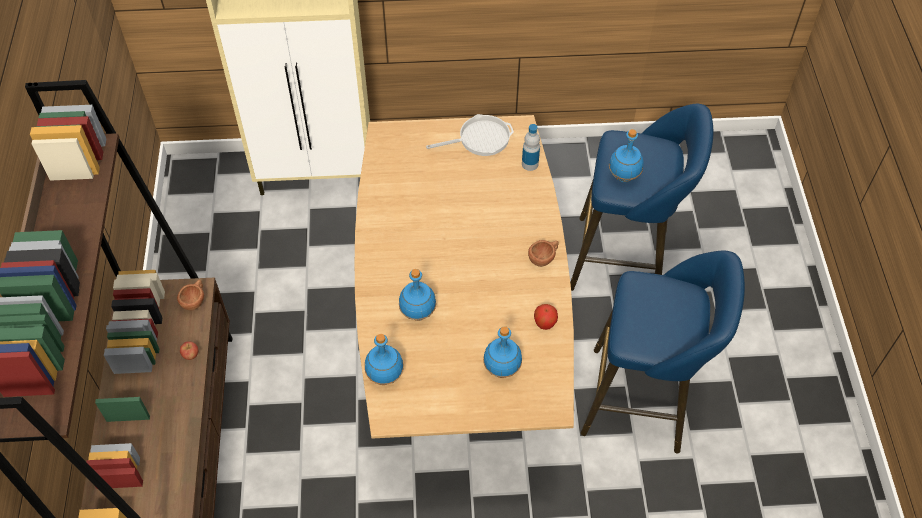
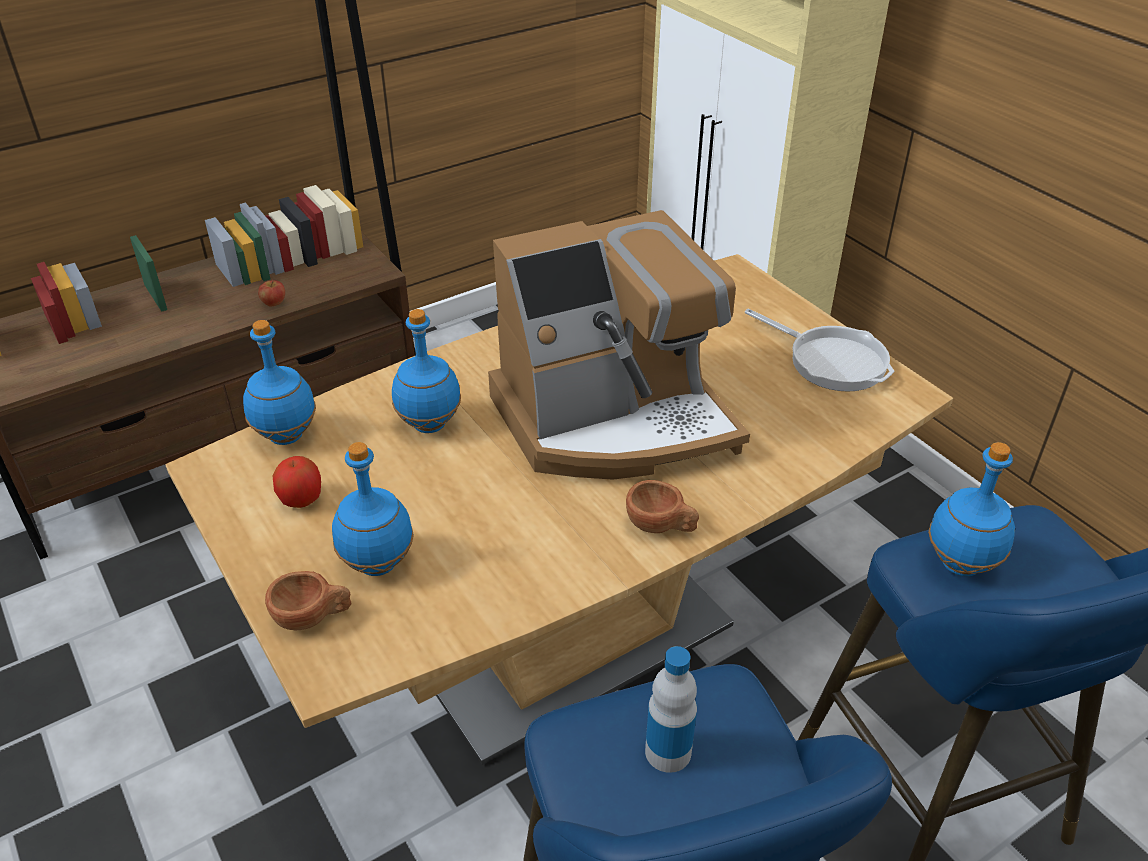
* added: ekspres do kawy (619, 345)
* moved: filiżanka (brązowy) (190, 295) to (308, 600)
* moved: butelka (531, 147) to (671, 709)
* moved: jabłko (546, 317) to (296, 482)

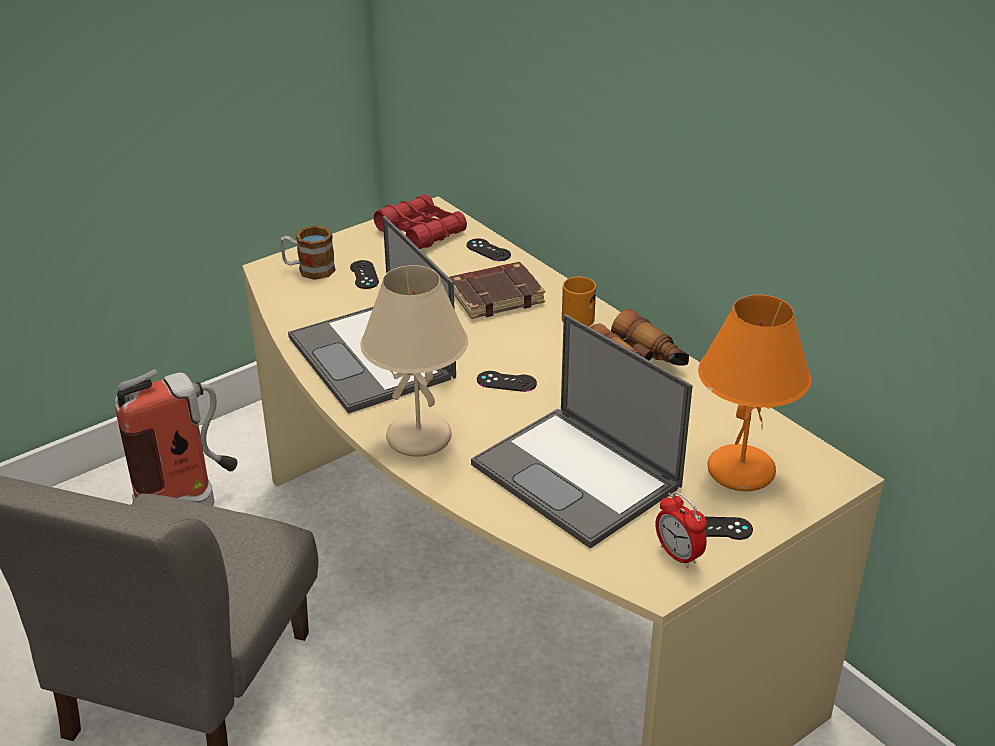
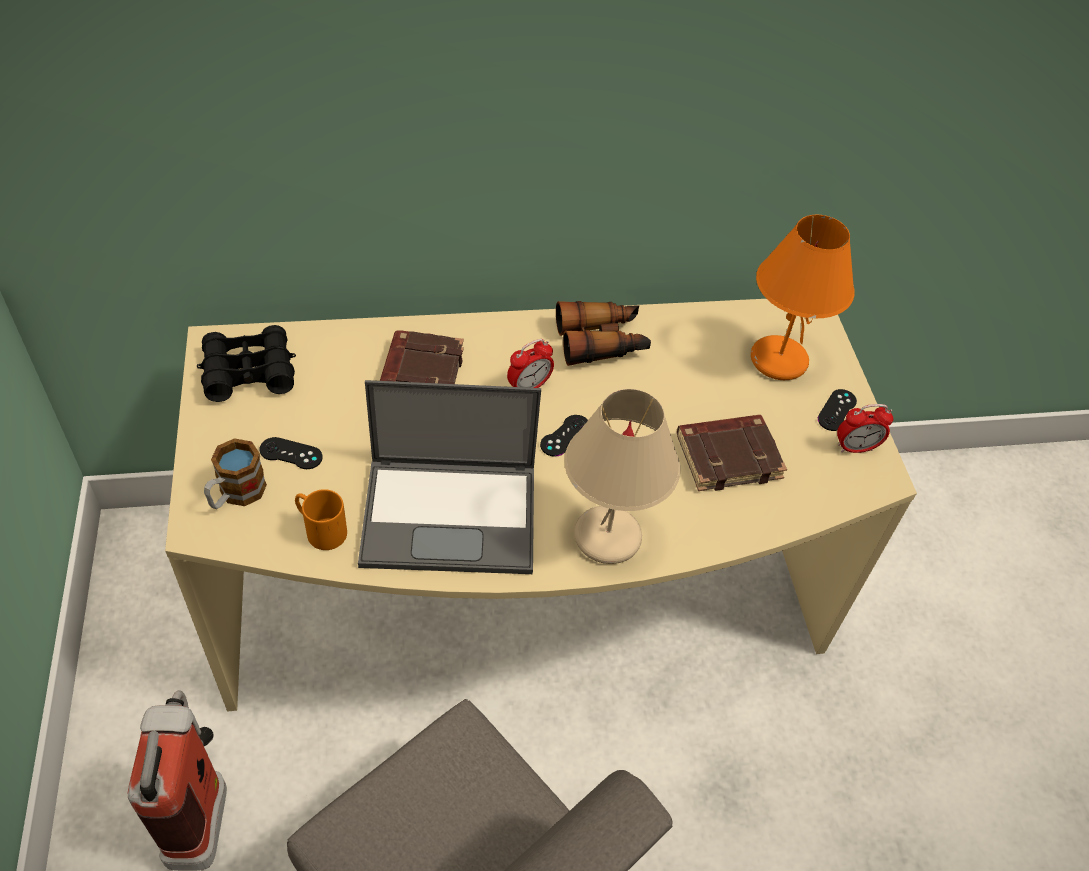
* removed: pad do gier (czarny) (489, 249)
* added: budzik (530, 363)
* moved: kubek (pomarańczowy) (579, 301) to (321, 519)
* replaced: laptop (582, 431) to książka (brązowy) (732, 453)
* recoloured: lornetka (czerwony) (420, 221) to lornetka (czarny) (246, 363)

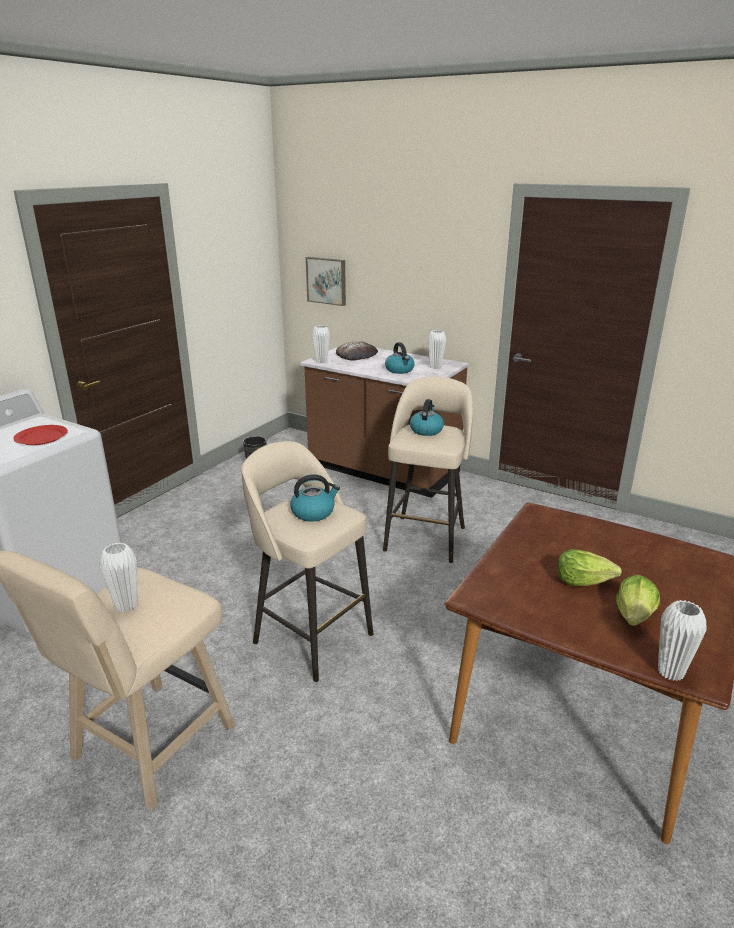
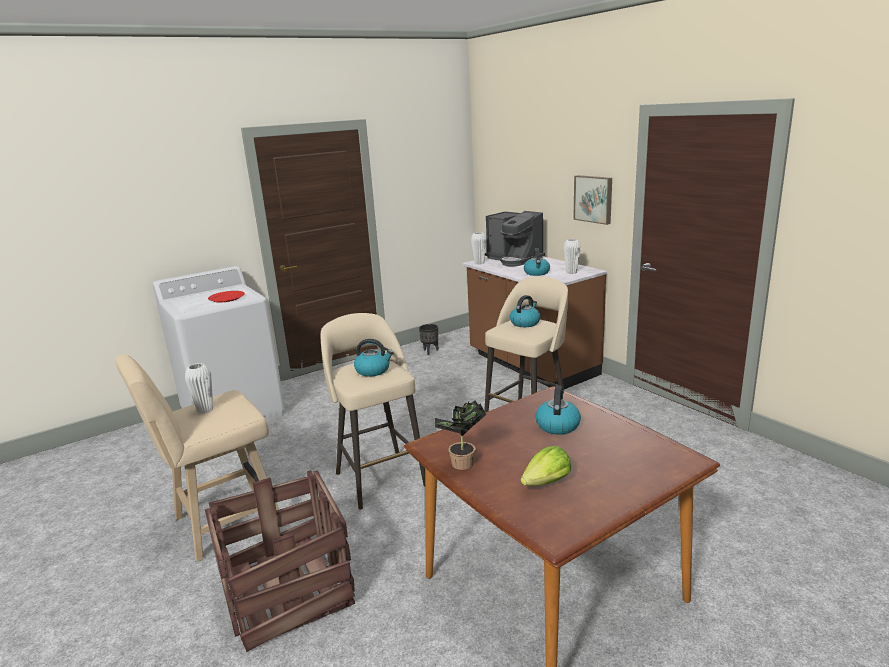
* removed: sałata (590, 567)
* removed: wazon (biały) (682, 640)
* added: skrzynka (280, 561)
* added: roślina doniczkowa (460, 435)
* added: czajnik (558, 410)
* moved: obraz (326, 281) to (592, 200)
* replaced: chleb (357, 351) to ekspres do kawy (515, 238)

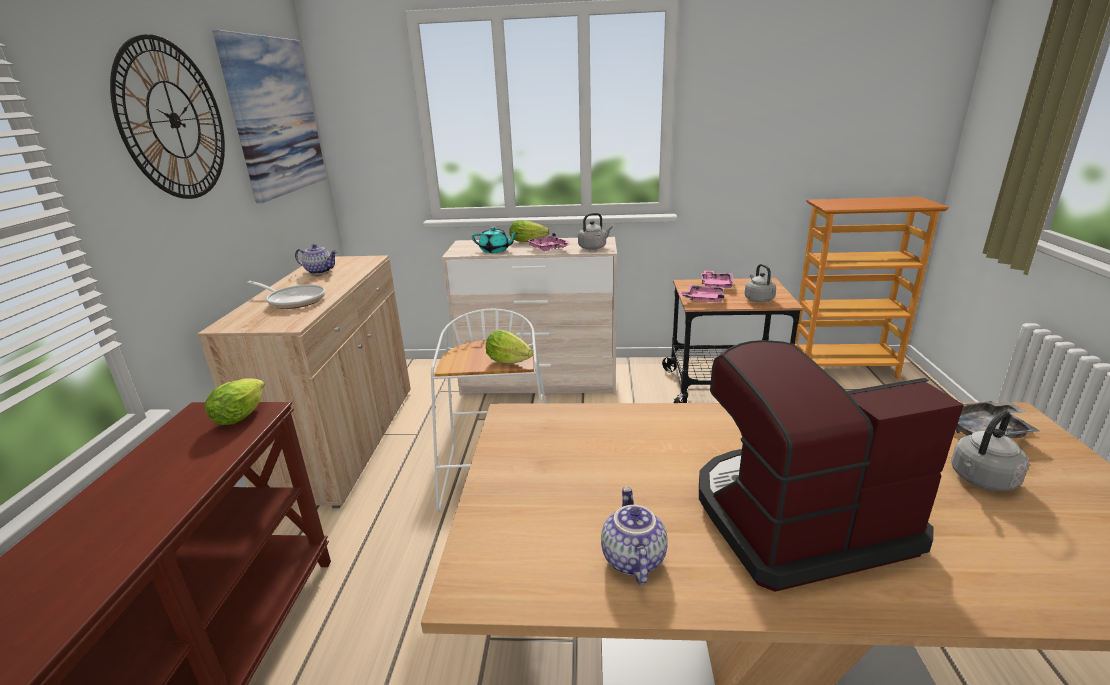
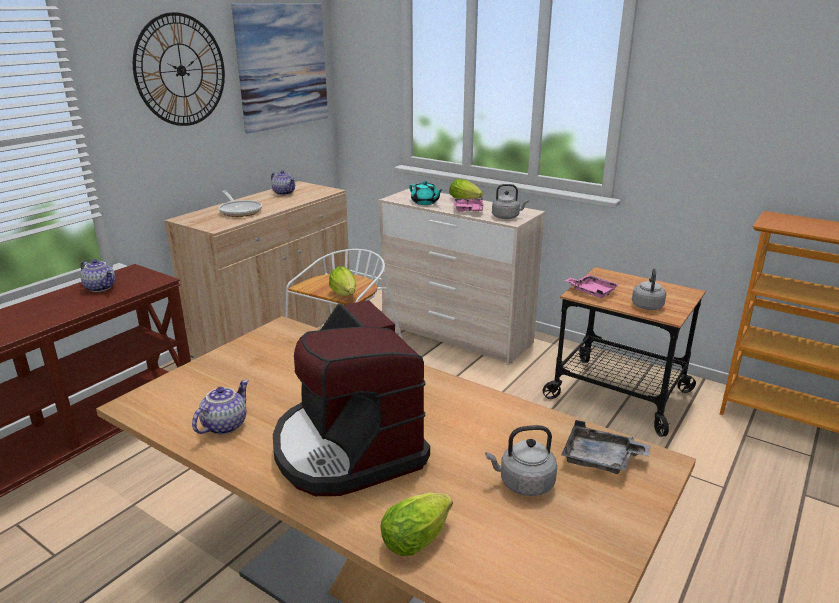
* removed: taca (różowy) (718, 279)
* added: imbryk (98, 275)
* moved: sałata (235, 401) to (416, 524)
* turned: ekspres do kawy (831, 466) = (351, 398) 135 degrees counterclockwise

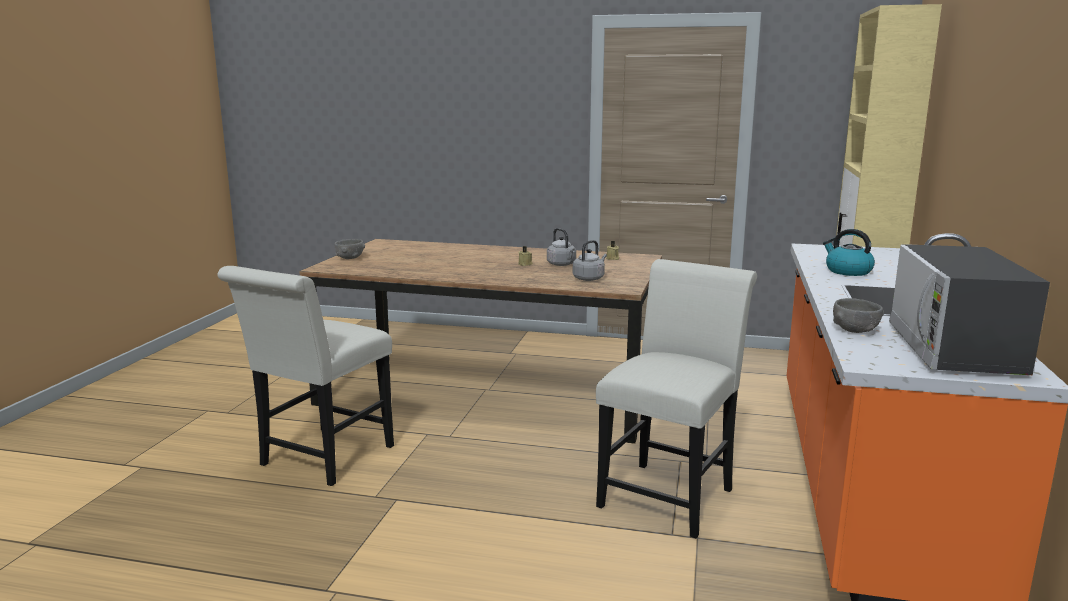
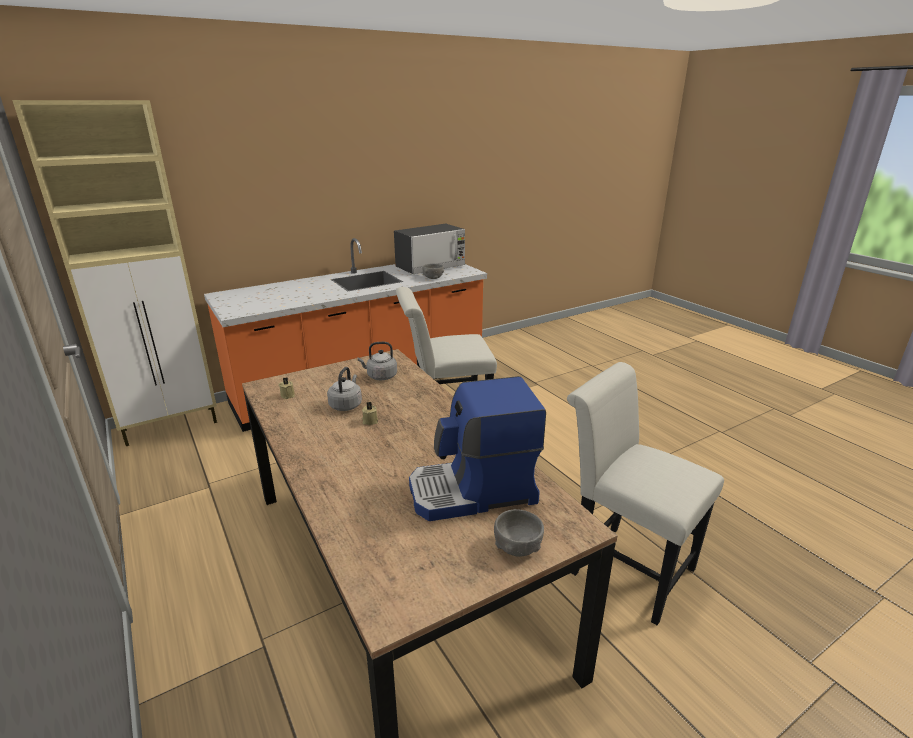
* removed: czajnik (849, 252)
* added: ekspres do kawy (477, 448)
* turned: krzesło (biały) (305, 376) = (645, 493) 120 degrees counterclockwise

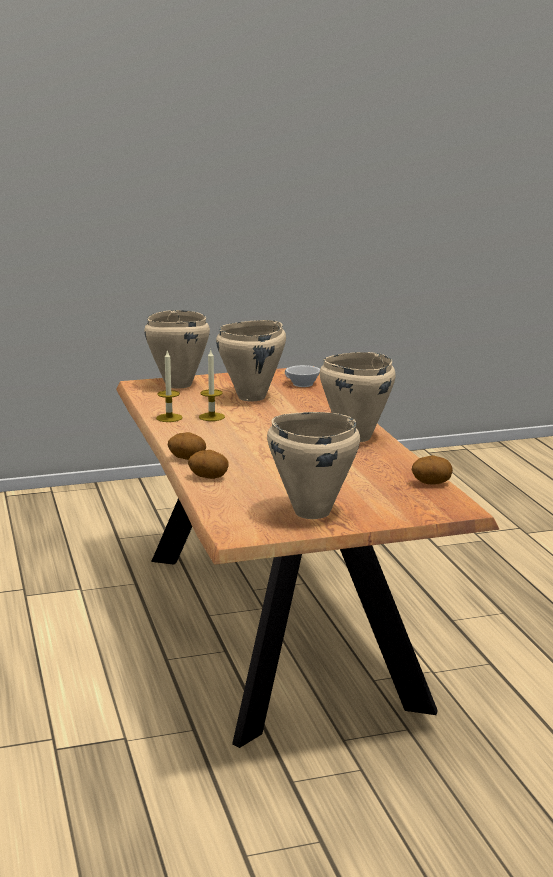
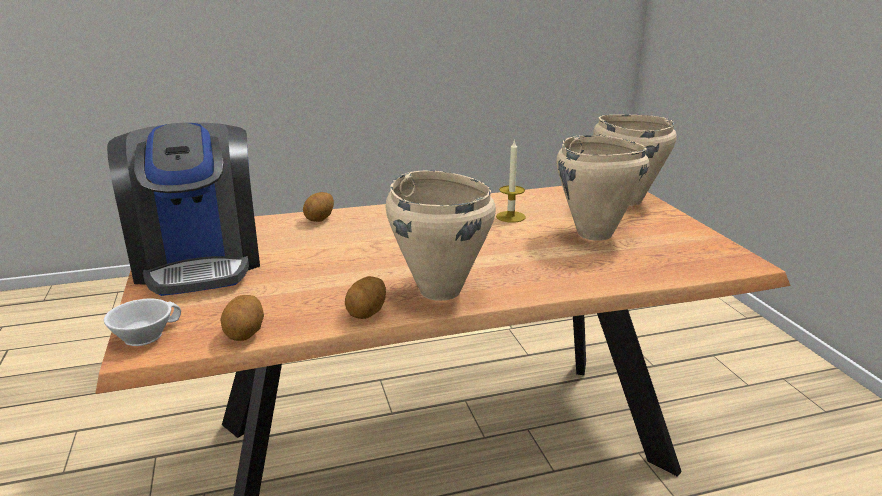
* removed: świeca (169, 386)
* moved: ziemniak (186, 446) to (365, 297)
* moved: filiżanka (biały) (302, 376) to (142, 322)
* replaced: garnek (beżowy) (313, 465) to ekspres do kawy (183, 209)

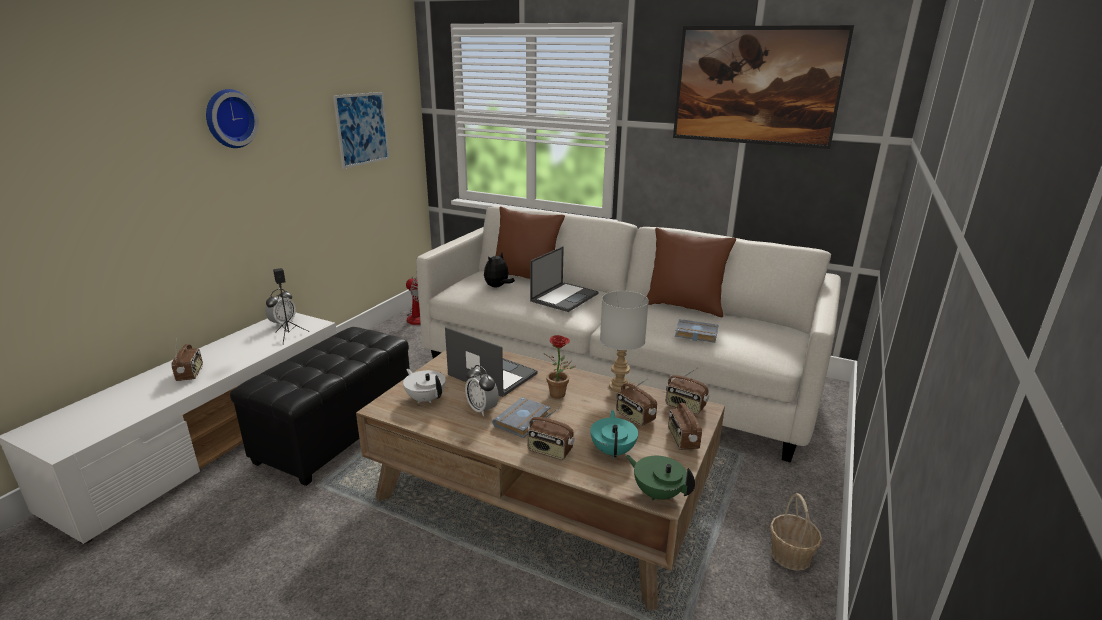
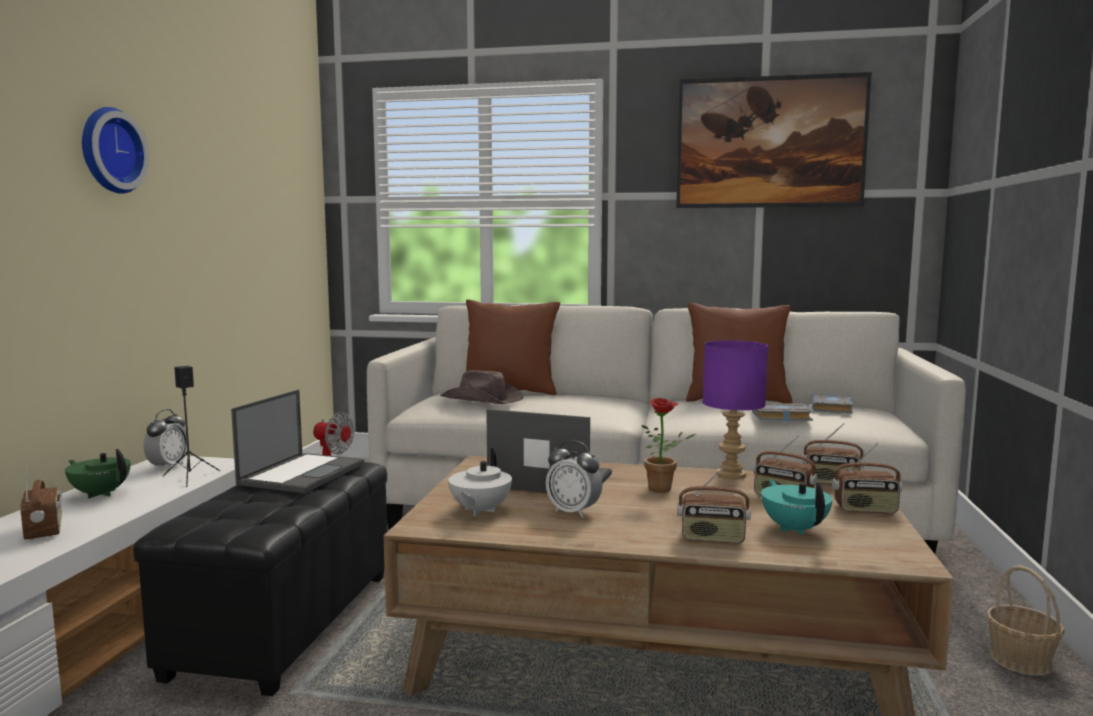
* removed: obraz (361, 130)
* moved: książka (szary) (521, 417) to (831, 403)
* moved: laptop (564, 279) to (297, 441)
* moved: imbryk (zielony) (660, 478) to (98, 473)
* replaced: pluszak (499, 269) to kapelusz (brązowy) (481, 387)
* recoloured: lampa stołowa (szary) (624, 341) to lampa stołowa (fioletowy) (735, 409)
* turned: imbryk (biały) (424, 386) = (480, 482) 105 degrees counterclockwise
* turned: radio (685, 426) = (867, 478) 60 degrees counterclockwise

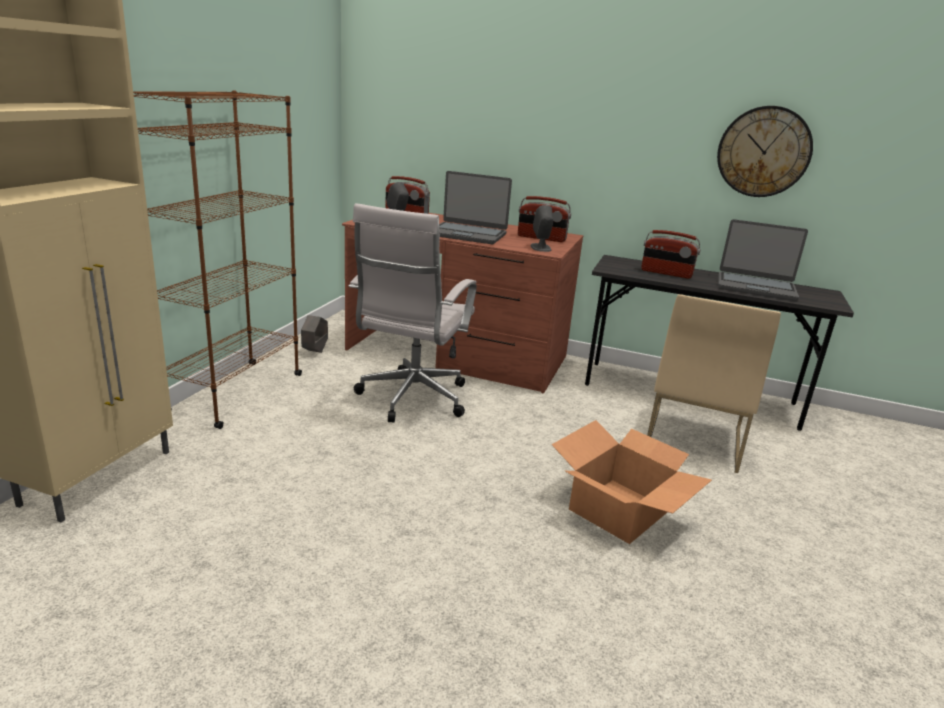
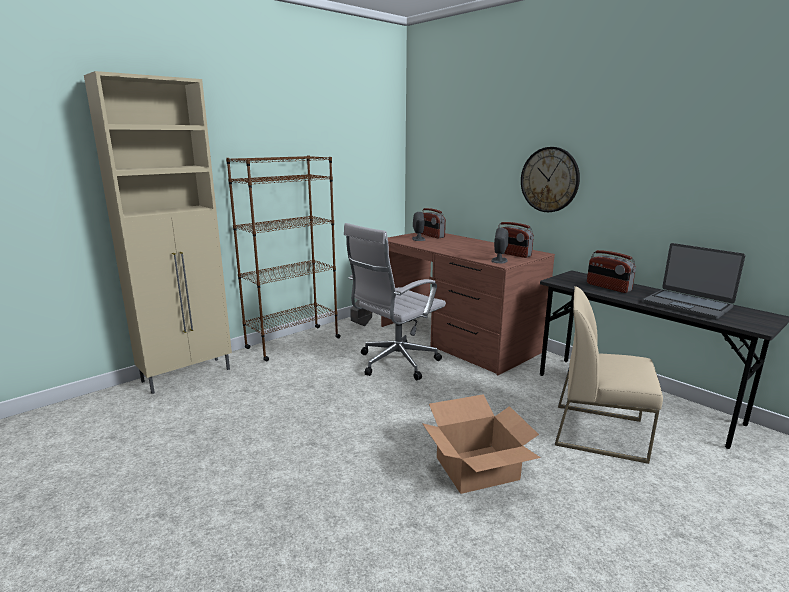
* removed: laptop (475, 207)
* moved: zegar ścienny (765, 151) to (550, 179)
* turned: krzesło (beżowy) (714, 383) = (609, 375) 60 degrees clockwise

